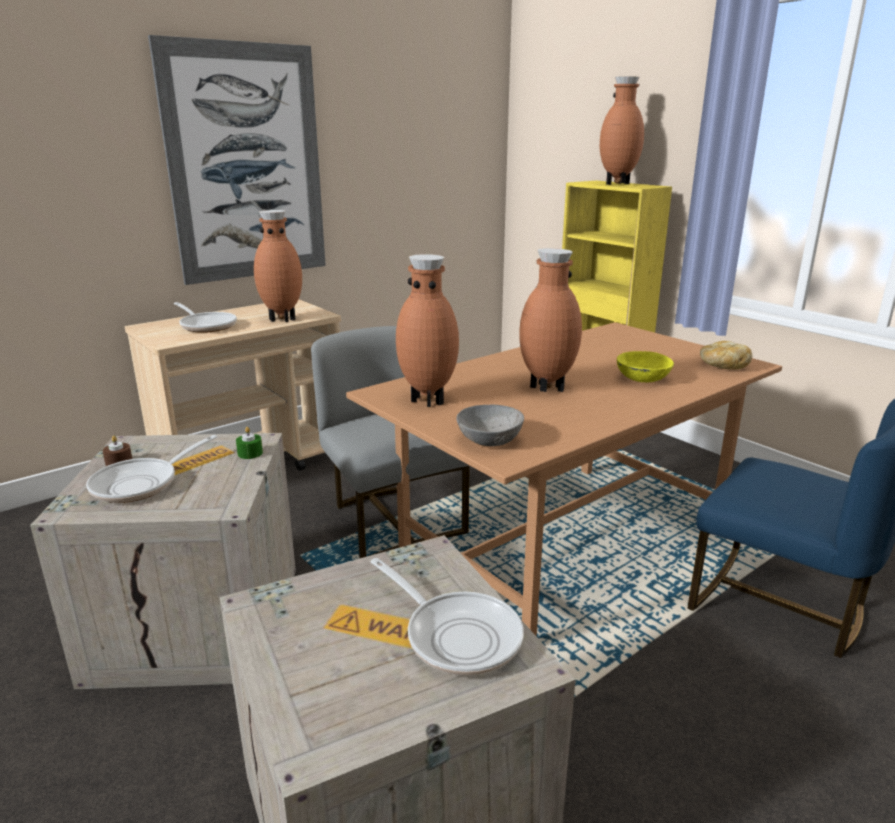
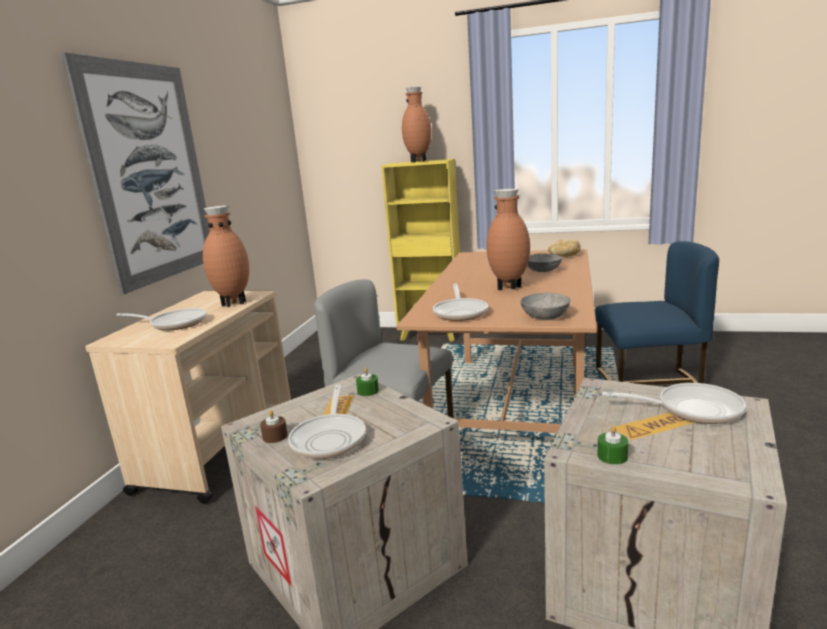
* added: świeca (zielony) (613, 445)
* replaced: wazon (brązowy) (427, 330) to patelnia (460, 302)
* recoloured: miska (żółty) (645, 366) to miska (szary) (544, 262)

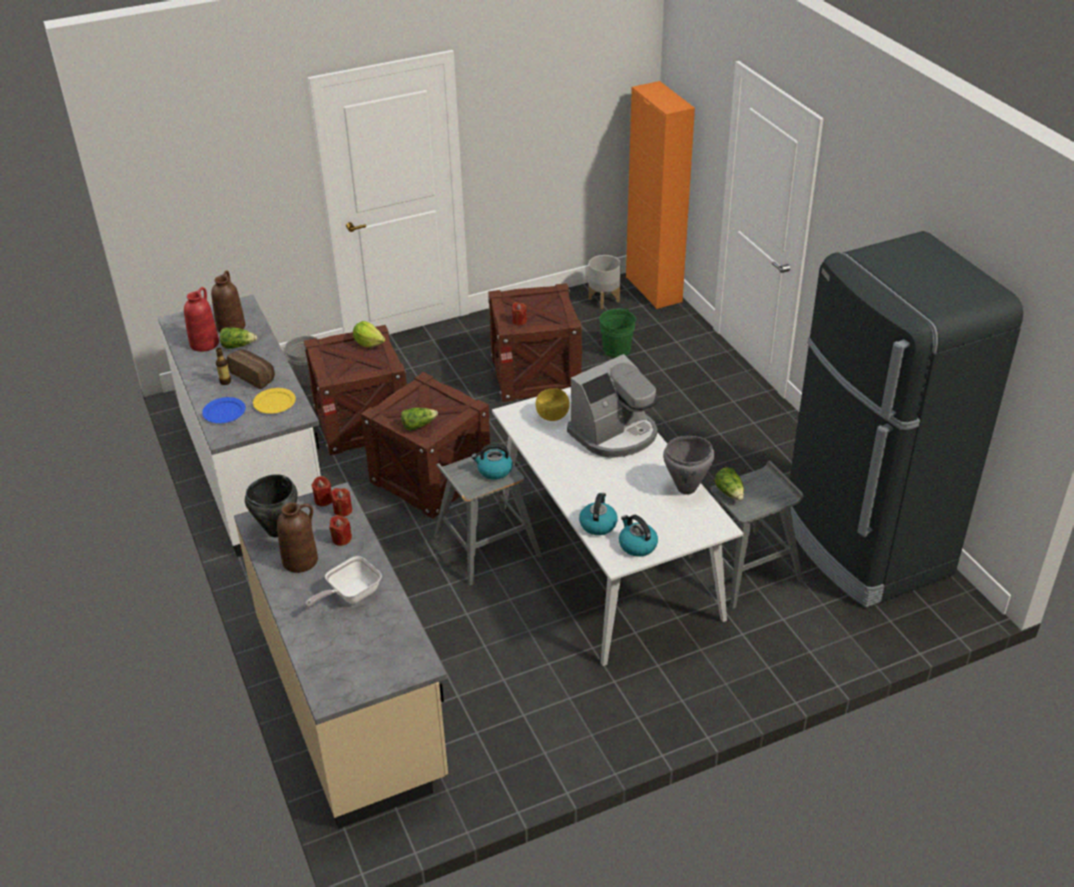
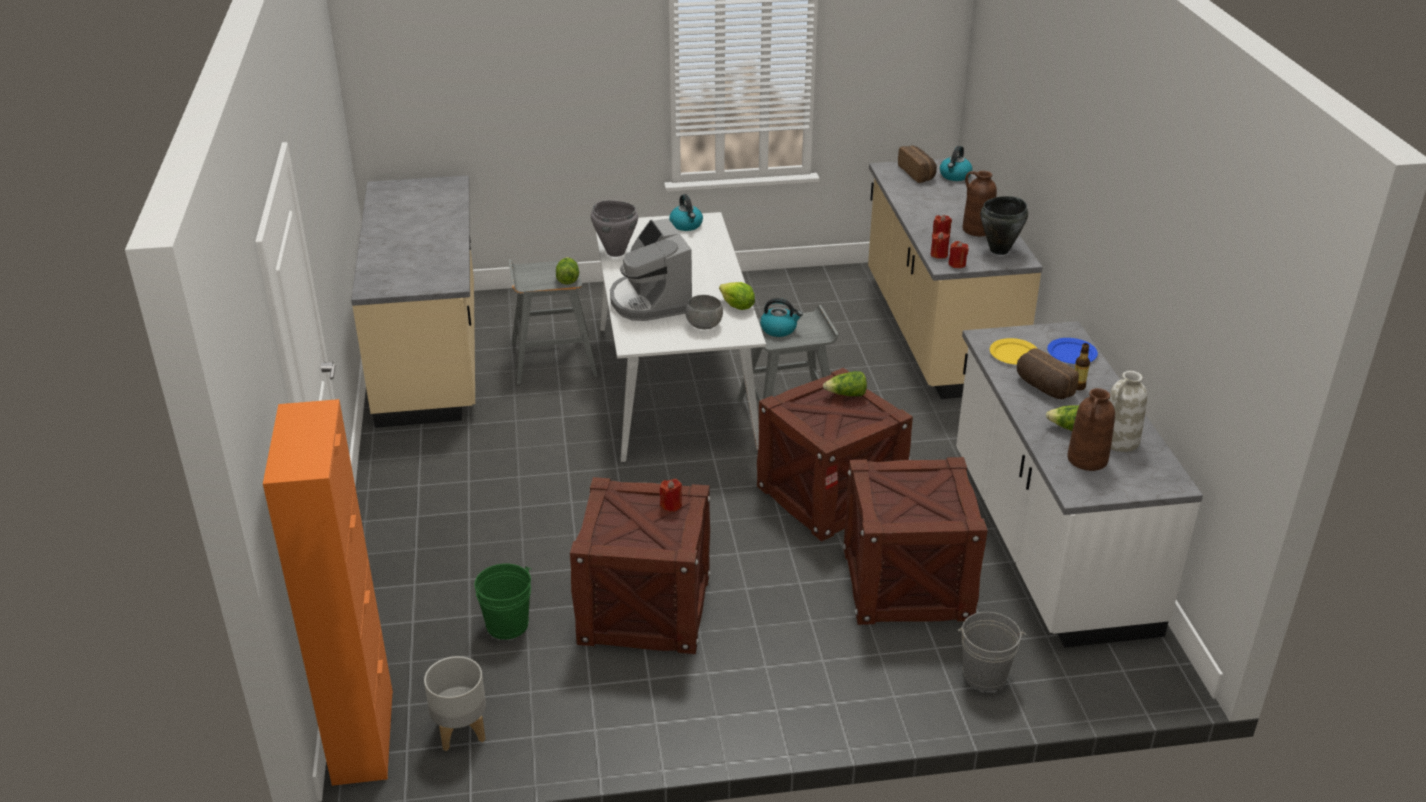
* removed: patelnia (343, 582)
* added: chleb (917, 164)
* moved: sałata (369, 334) to (737, 296)
* moved: czajnik (598, 514) to (956, 163)
* replaced: lodówka (czarny) (906, 419) to zabudowa kuchenna (beżowy) (413, 301)
* recoloured: wazon (czerwony) (201, 319) to wazon (biały) (1127, 411)
* recoloured: miska (żółty) (553, 404) to miska (szary) (704, 312)
* turned: ekspres do kawy (612, 406) = (651, 270) 90 degrees counterclockwise

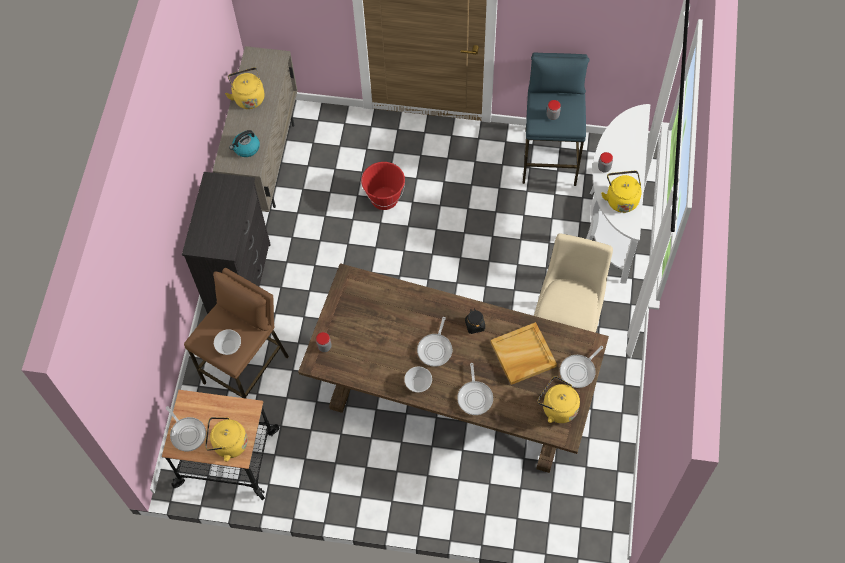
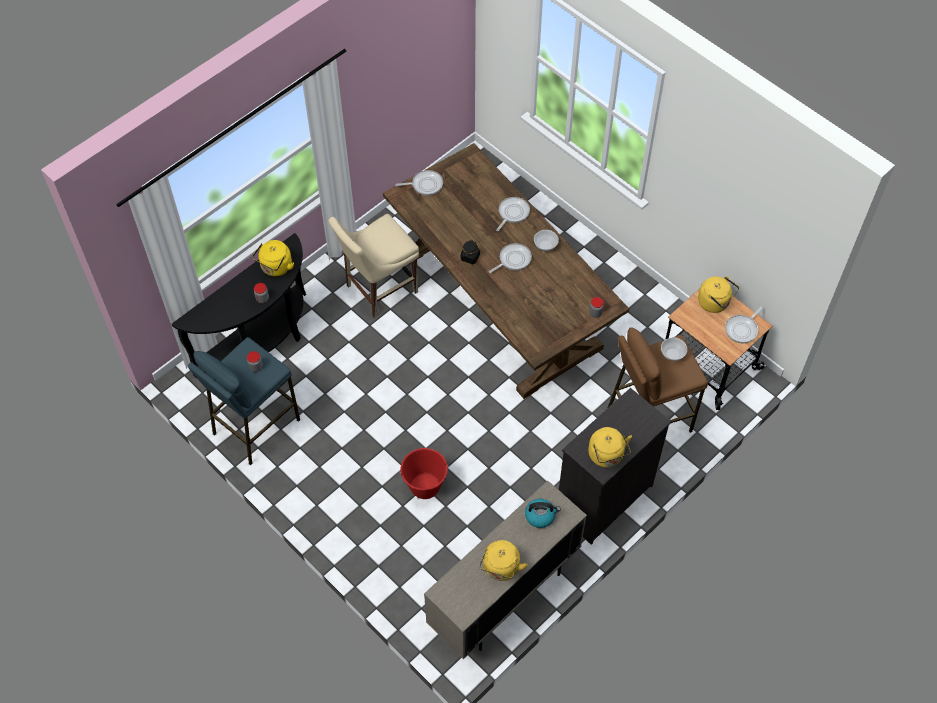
* removed: taca (beżowy) (523, 353)
* moved: czajnik (żółty) (559, 399) to (610, 447)
* recoloured: stolik konsolowy (biały) (618, 194) to stolik konsolowy (czarny) (239, 305)
* turned: patelnia (186, 428) = (744, 324) 135 degrees counterclockwise

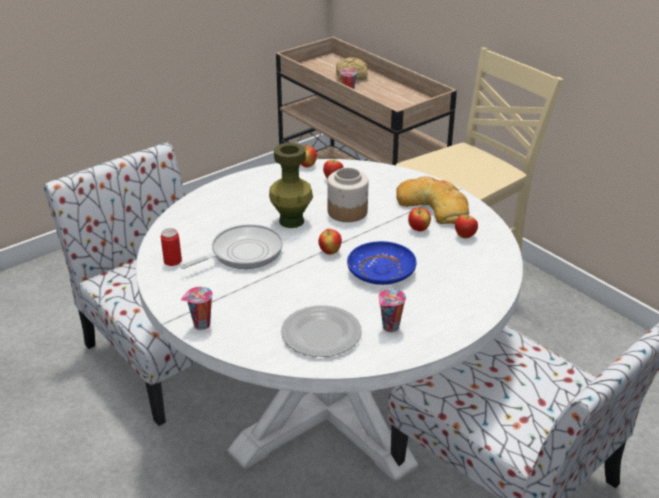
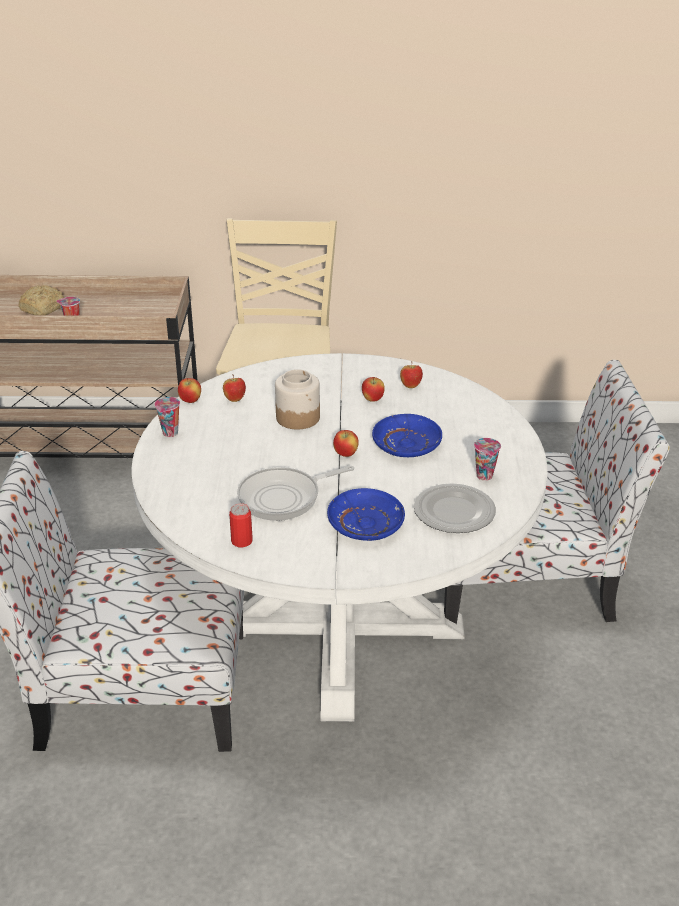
* removed: wazon (zielony) (291, 185)
* removed: chleb (432, 200)
* added: talerz (niebieski) (366, 514)
* moved: filiżanka (197, 308) to (167, 417)
* turned: patelnia (231, 246) = (295, 493) 120 degrees counterclockwise

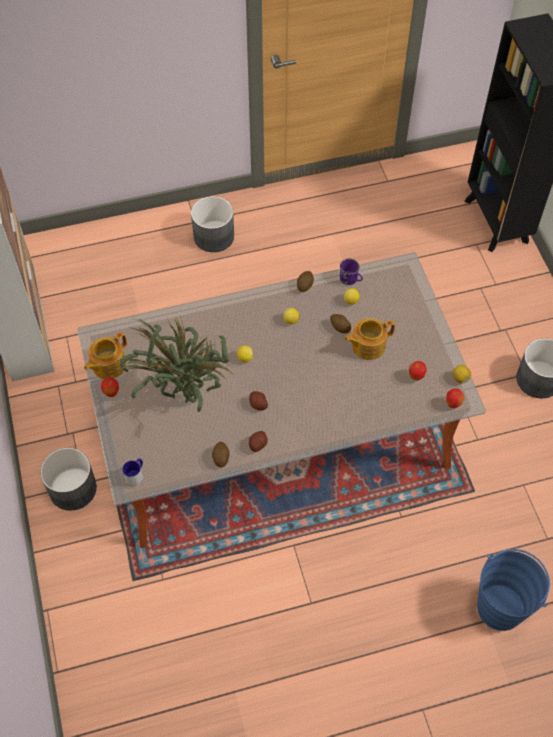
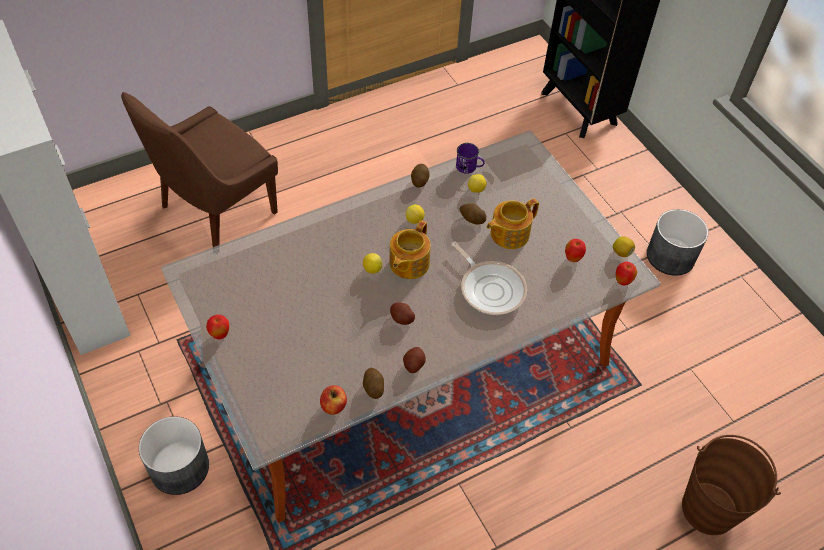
* removed: roślina doniczkowa (174, 364)
* removed: kubek (132, 472)
* removed: donica (szary) (212, 224)
* added: krzesło (brązowy) (199, 169)
* added: jabłko (333, 400)
* added: patelnia (489, 278)
* moved: imbryk (105, 355) to (410, 249)
* recoloured: wiadro (niebieski) (513, 590) to wiadro (brązowy) (731, 485)

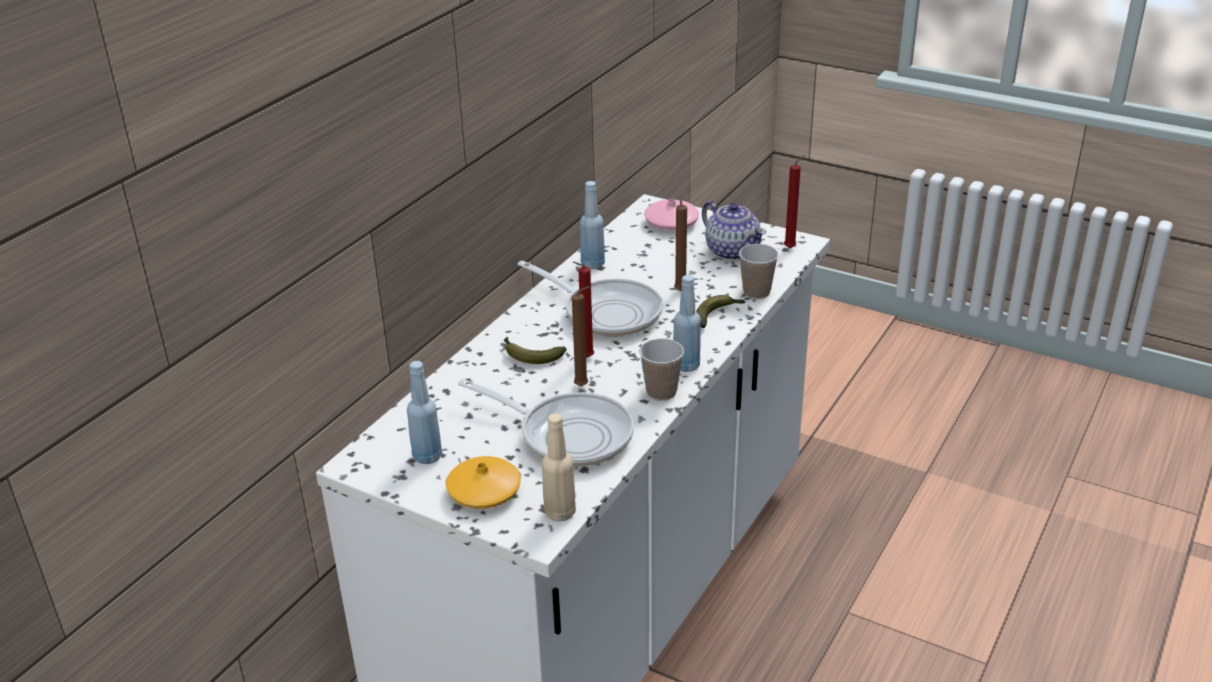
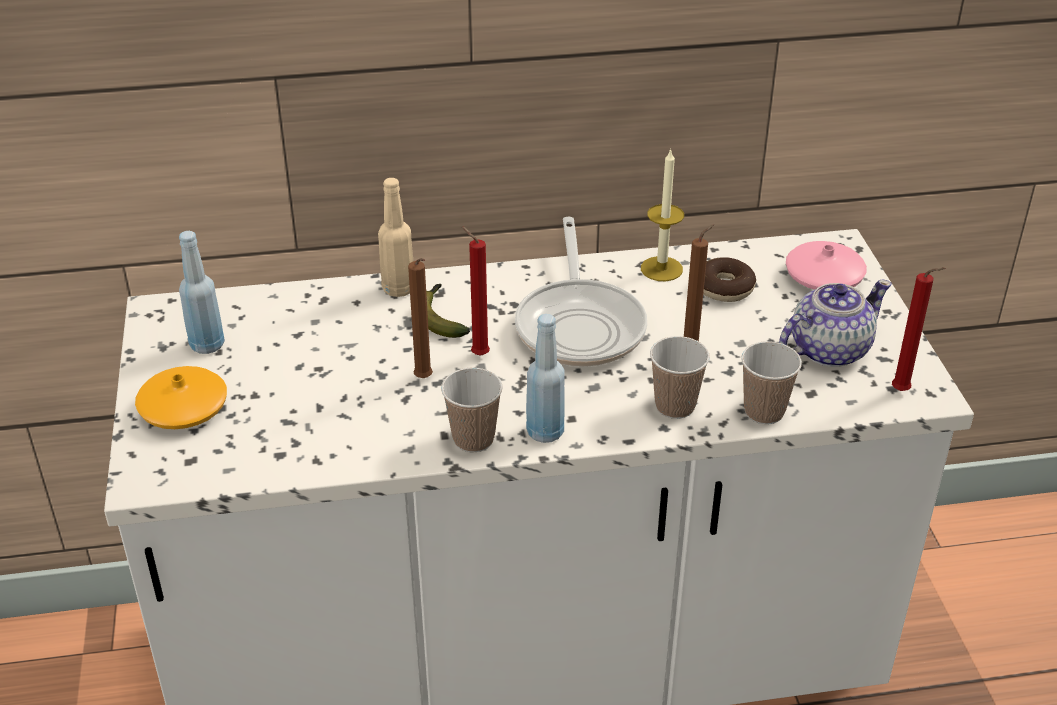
* removed: patelnia (546, 423)
* added: donut (729, 279)
* moved: butelka (beżowy) (559, 468) to (395, 237)
* replaced: butelka (niebieski) (592, 225) to świeca (662, 215)
* replaced: banan (721, 311) to filiżanka (680, 377)
* turned: imbryk (734, 231) = (835, 323) 135 degrees counterclockwise

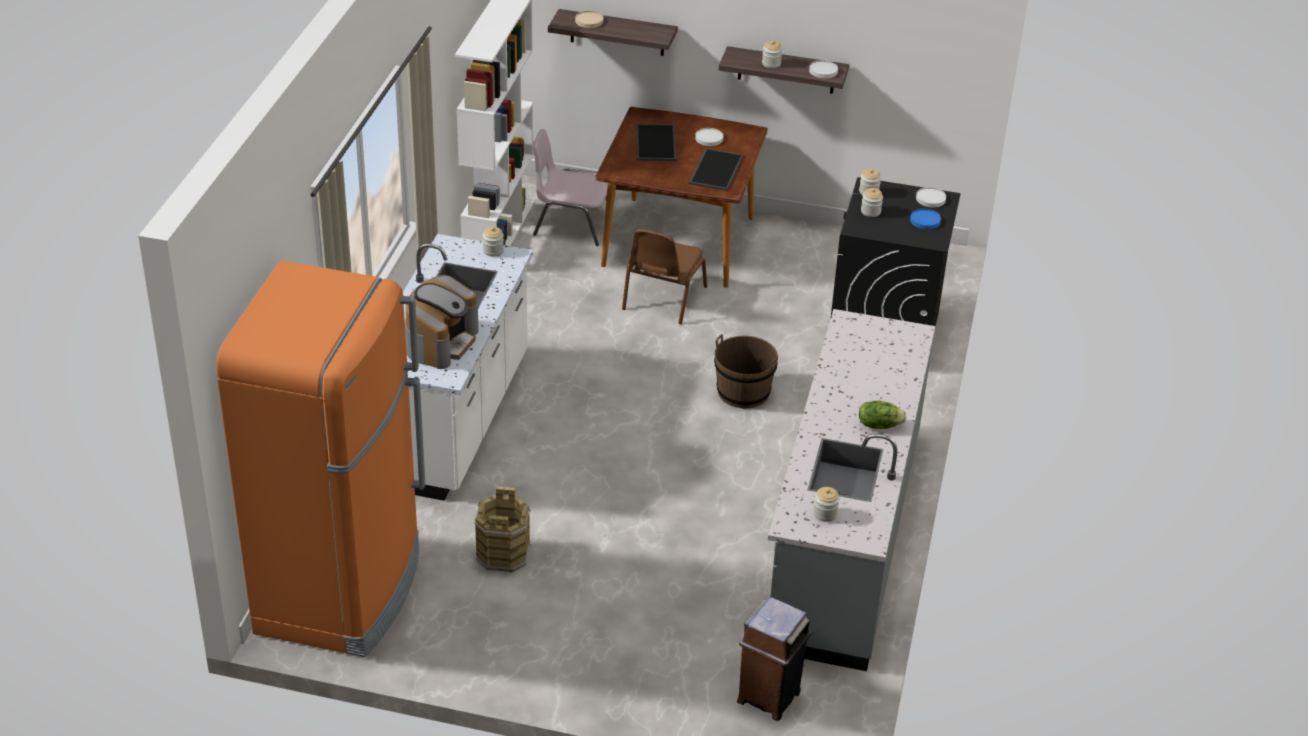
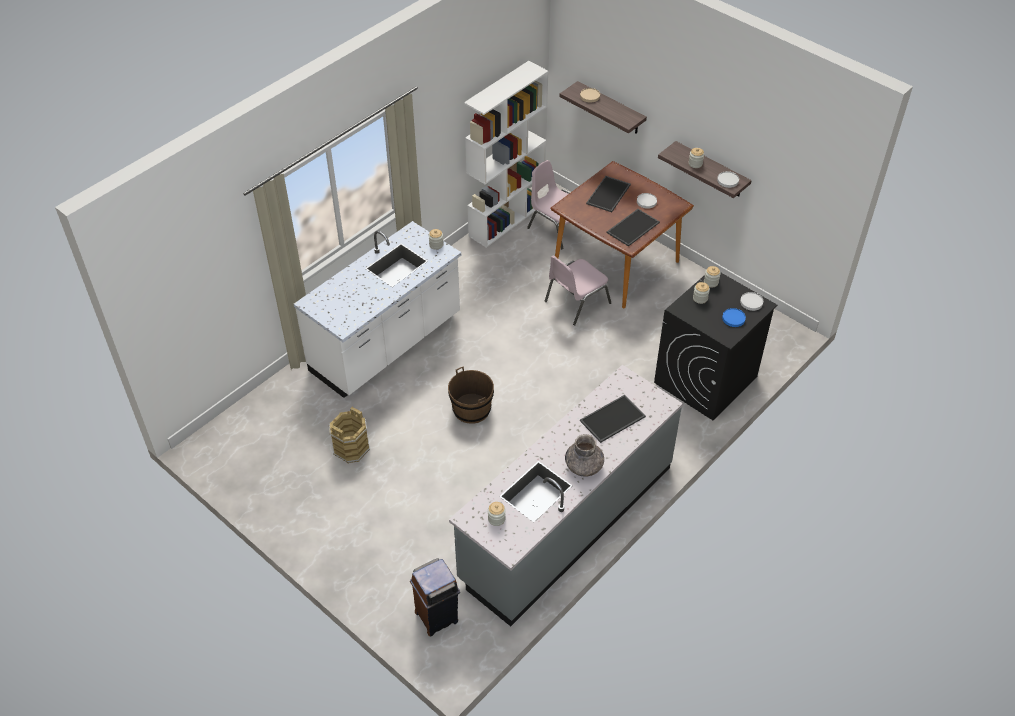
* removed: lodówka (pomarańczowy) (320, 459)
* removed: ekspres do kawy (442, 322)
* added: taca (613, 419)
* moved: wiadro (brązowy) (746, 371) to (471, 395)
* replaced: sałata (883, 415) to wazon (szary) (584, 455)
* recoloured: krzesło (brązowy) (664, 276) to krzesło (różowy) (578, 290)

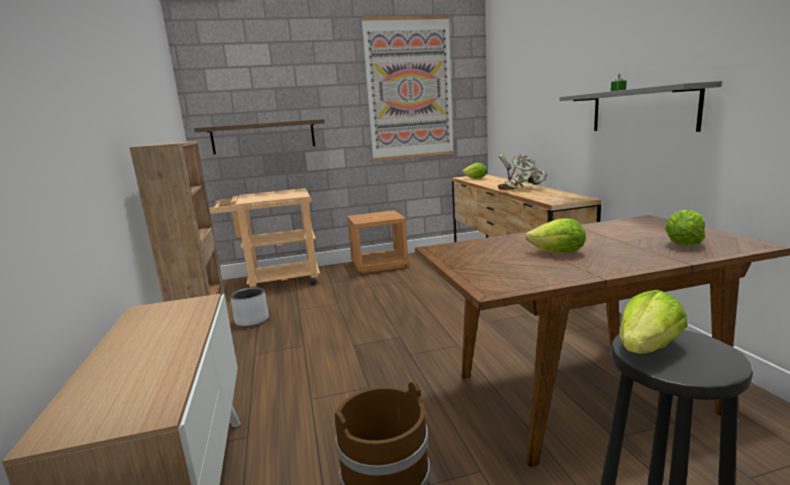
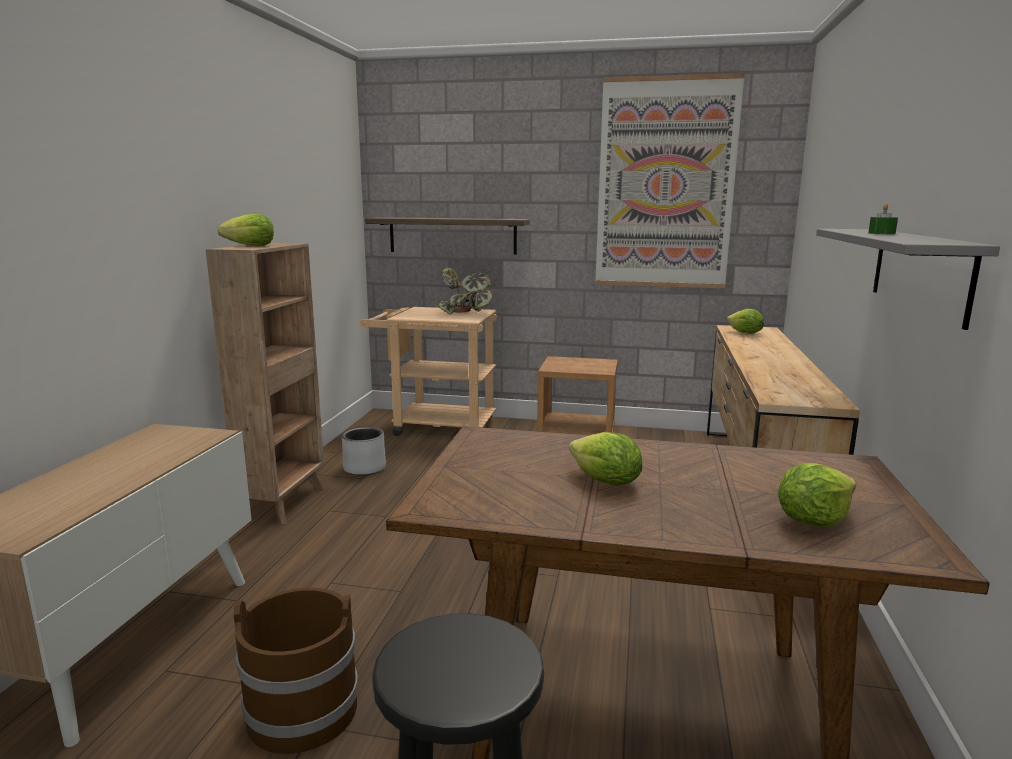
* moved: roślina doniczkowa (522, 172) to (465, 290)
* moved: sałata (653, 321) to (246, 230)

